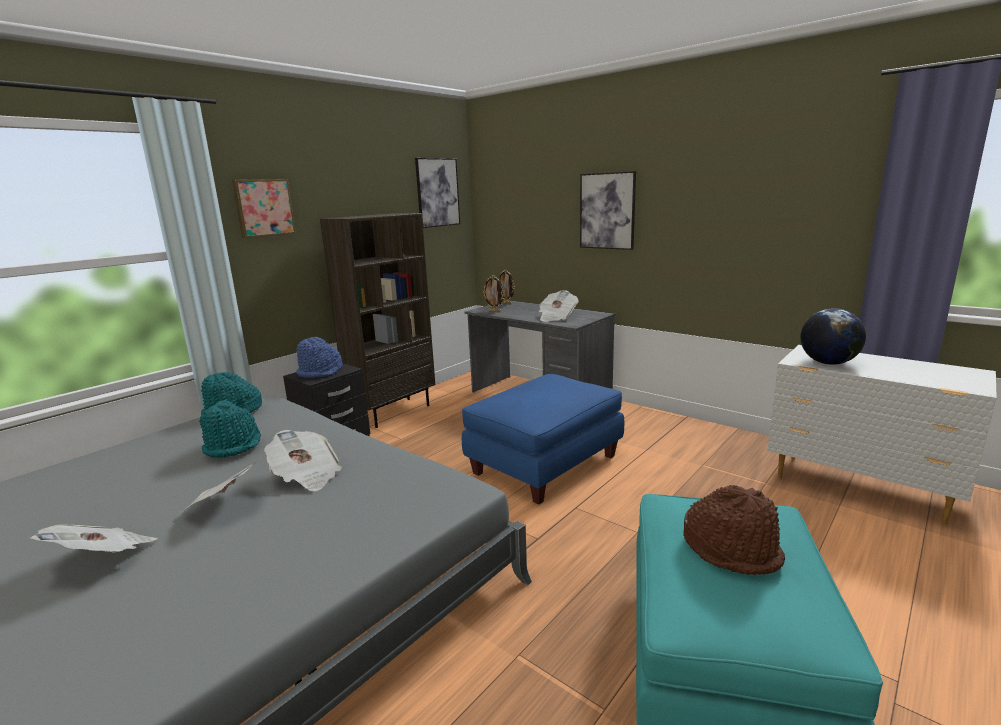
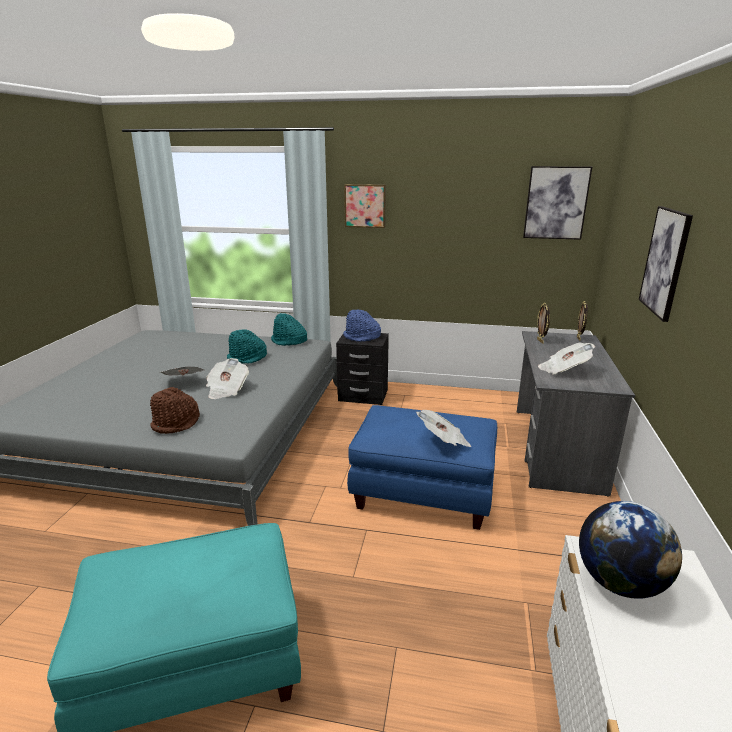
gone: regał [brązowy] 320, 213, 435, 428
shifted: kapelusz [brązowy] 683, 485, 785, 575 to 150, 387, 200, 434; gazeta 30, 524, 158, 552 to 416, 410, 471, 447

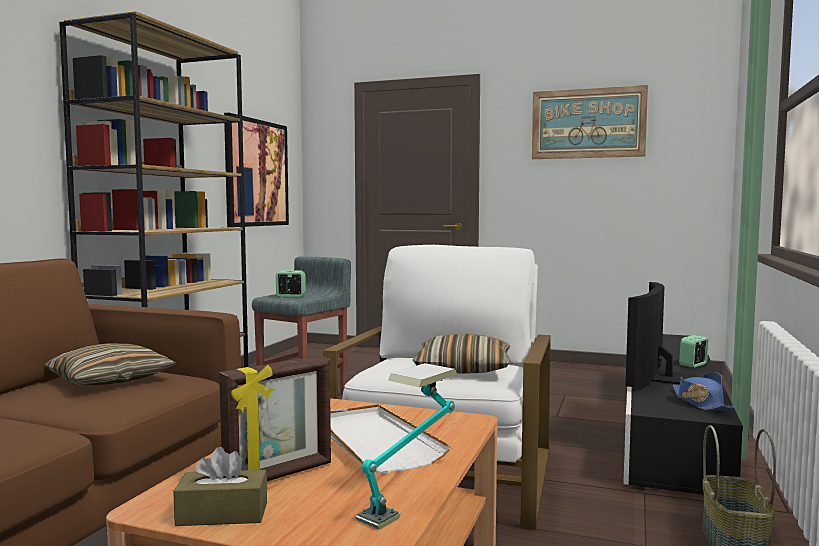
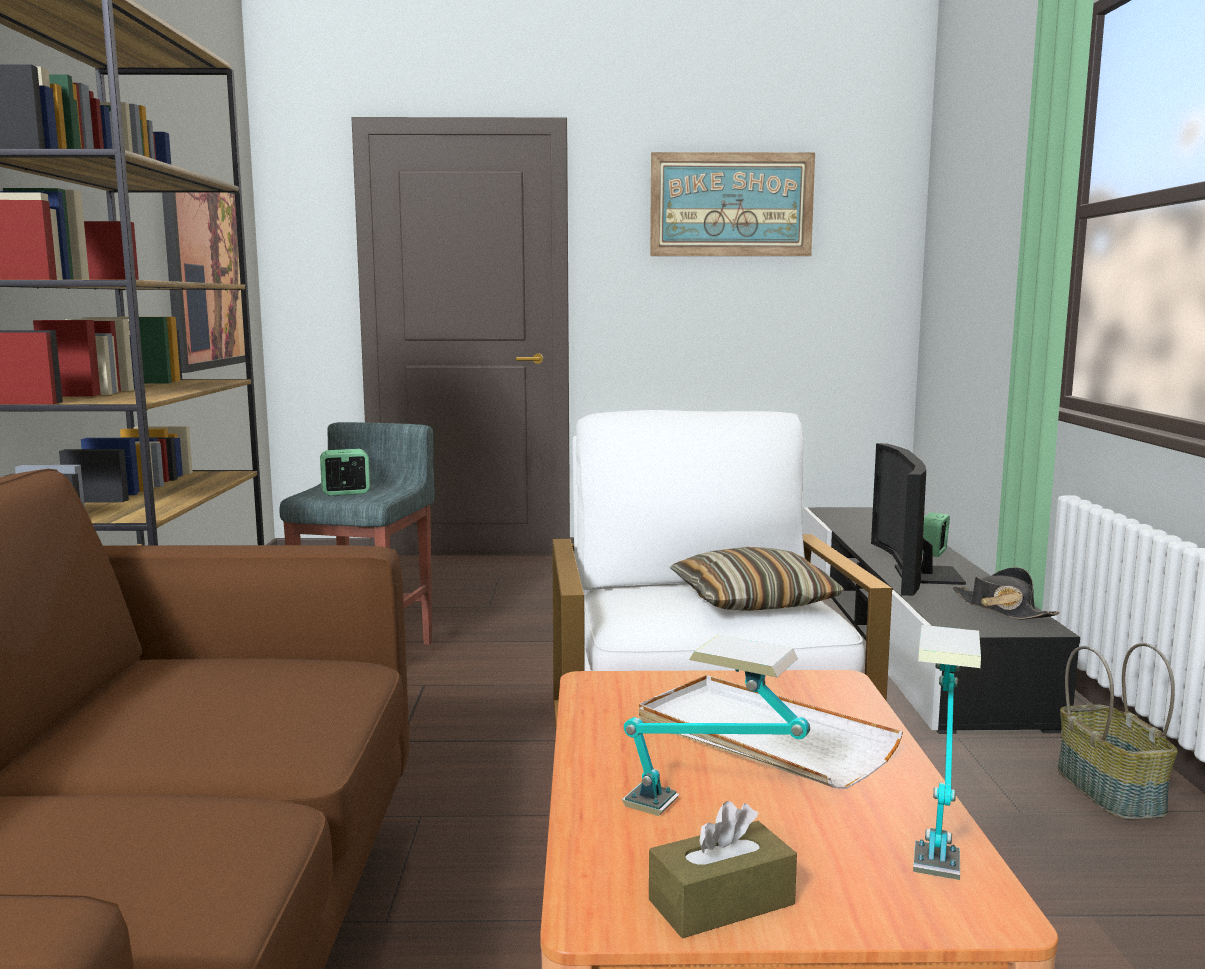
gone: poduszka 45, 343, 176, 386
swapped: ramka na zdjęcie 219, 356, 331, 481 to lampa stołowa 622, 635, 810, 816
repainted: kapelusz [niebieski] 672, 372, 735, 410 to kapelusz [czarny] 953, 567, 1060, 619

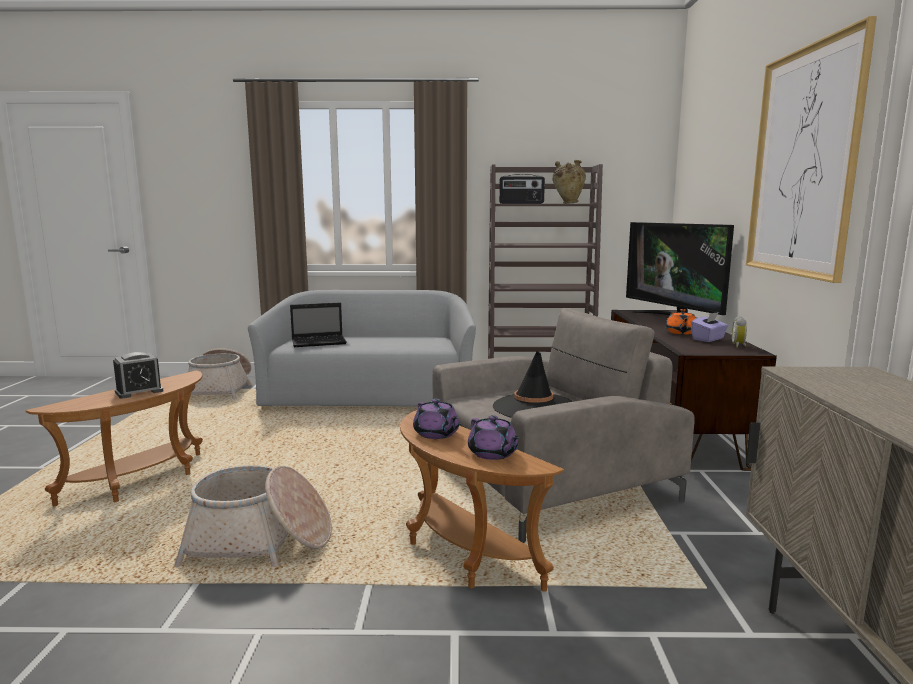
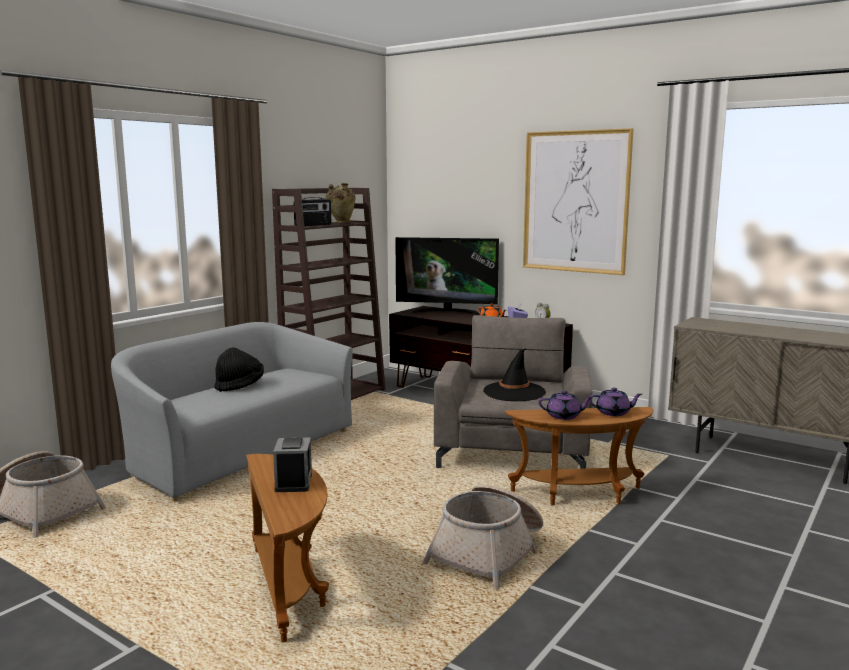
gone: laptop 290, 303, 347, 347
new: kapelusz [czarny] 214, 347, 264, 392

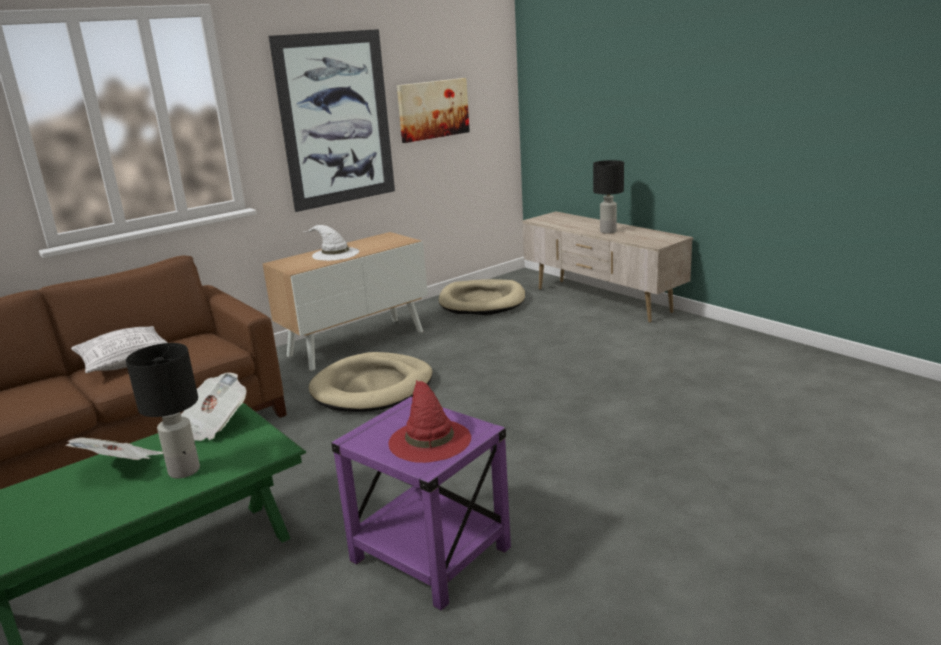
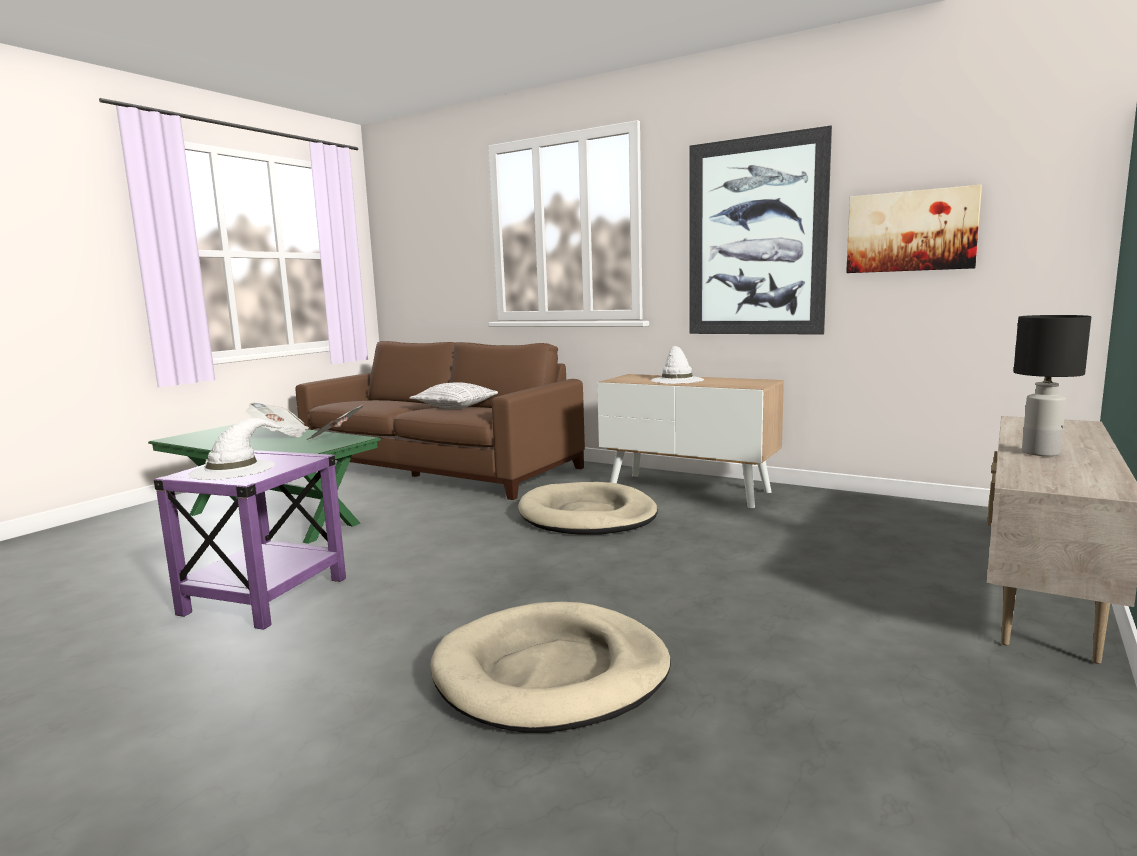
gone: lampa stołowa [czarny] 126, 343, 200, 479
shifted: legowisko [beżowy] 439, 279, 525, 315 to 430, 602, 671, 732
repainted: kapelusz [czerwony] 388, 380, 471, 463 to kapelusz [biały] 188, 418, 288, 480

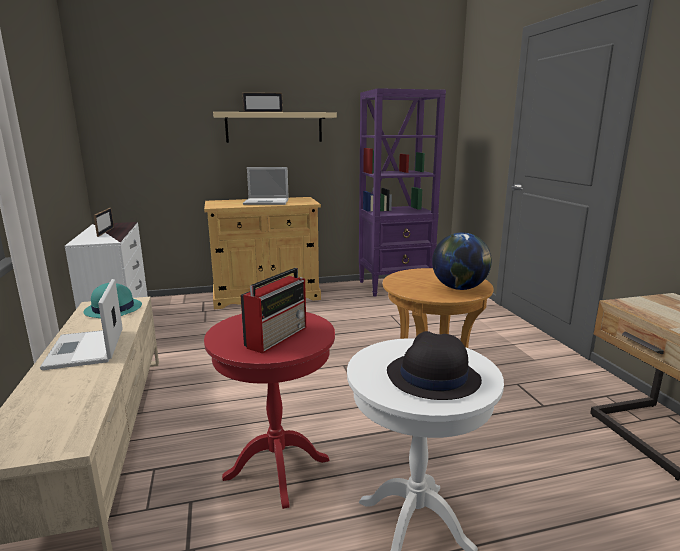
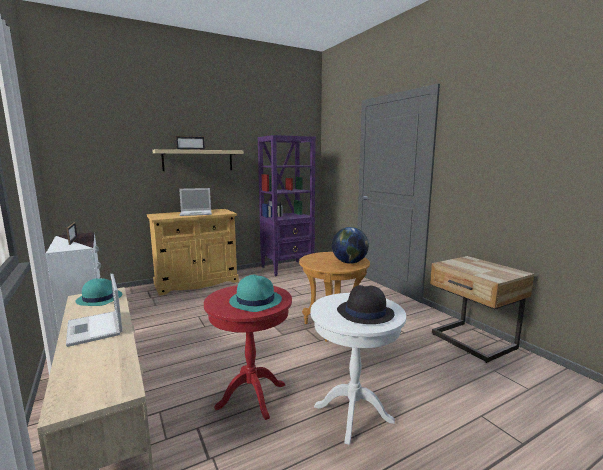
swapped: radio 241, 268, 306, 354 to kapelusz [turkusowy] 229, 275, 282, 312

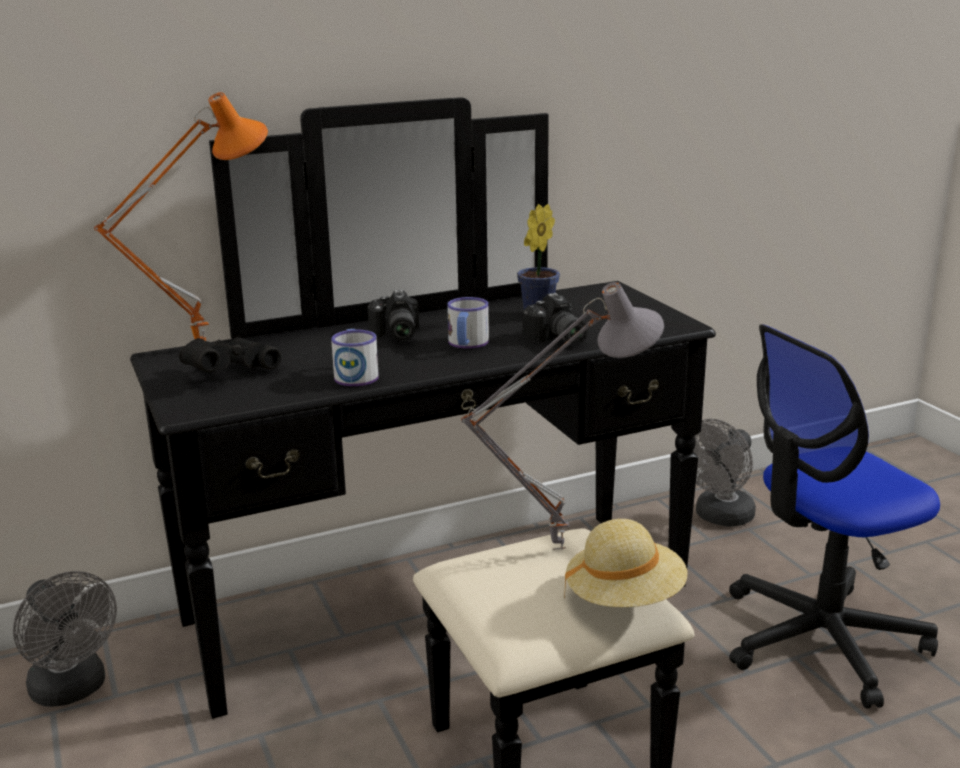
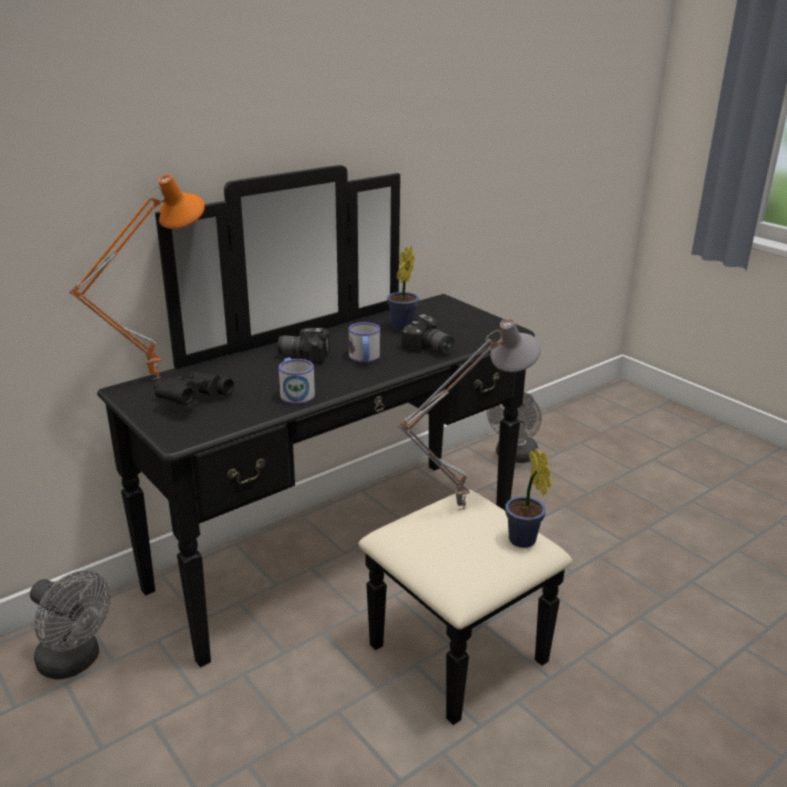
gone: krzesło biurowe 729, 324, 940, 709
swapped: kapelusz [beżowy] 564, 519, 687, 607 to roślina doniczkowa 505, 448, 551, 548
rotated: aparat fotograficzny 368, 290, 419, 341 = 278, 328, 330, 364 120 degrees clockwise

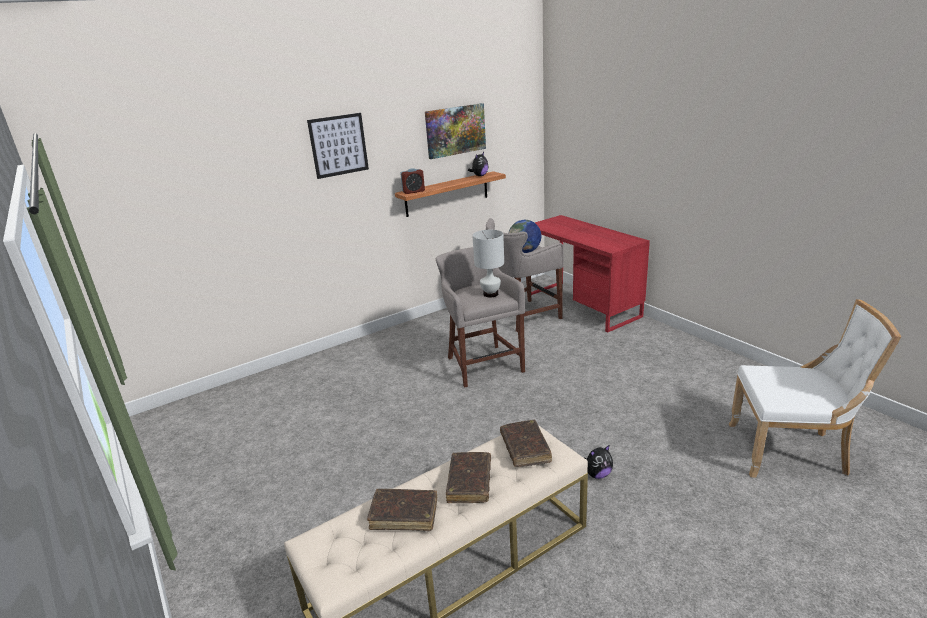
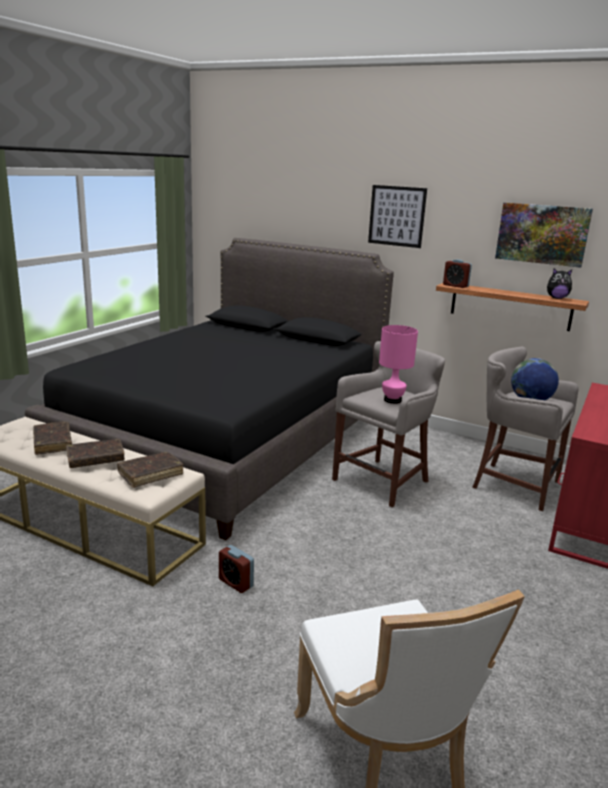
new: łóżko [czarny] 25, 238, 394, 540
swapped: pluszak 584, 445, 613, 479 to budzik 219, 545, 254, 593
repainted: lampa stołowa [biały] 472, 230, 504, 297 to lampa stołowa [różowy] 379, 325, 418, 404

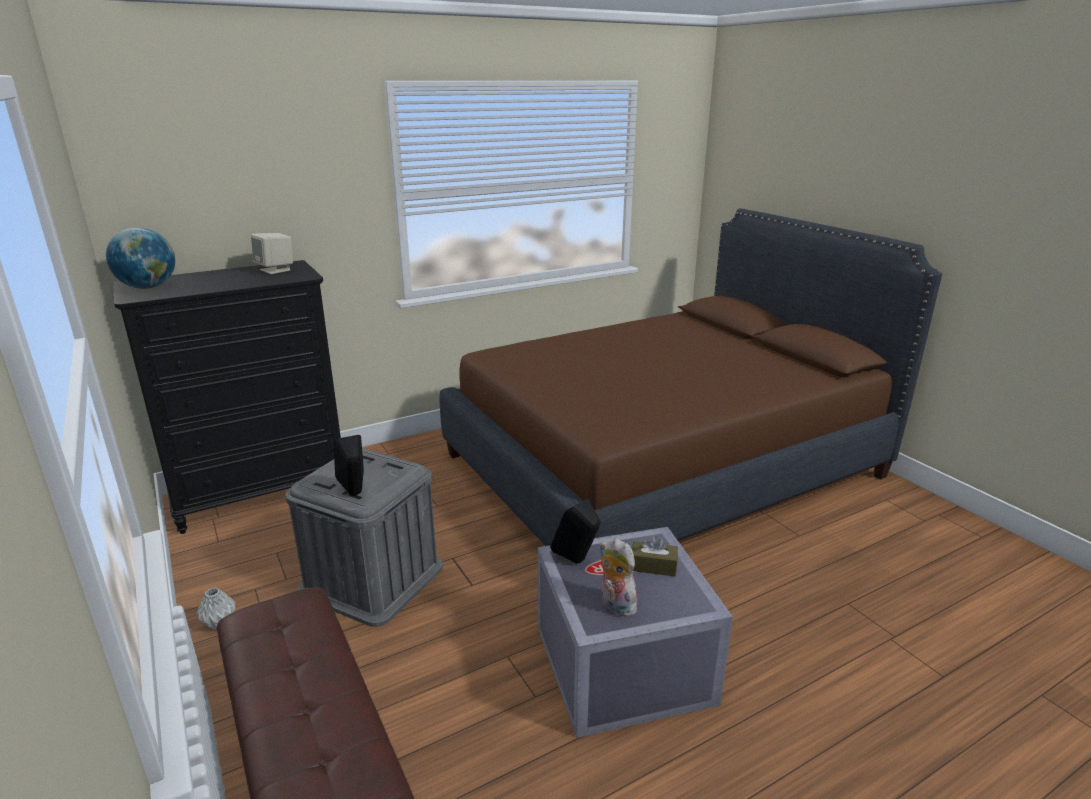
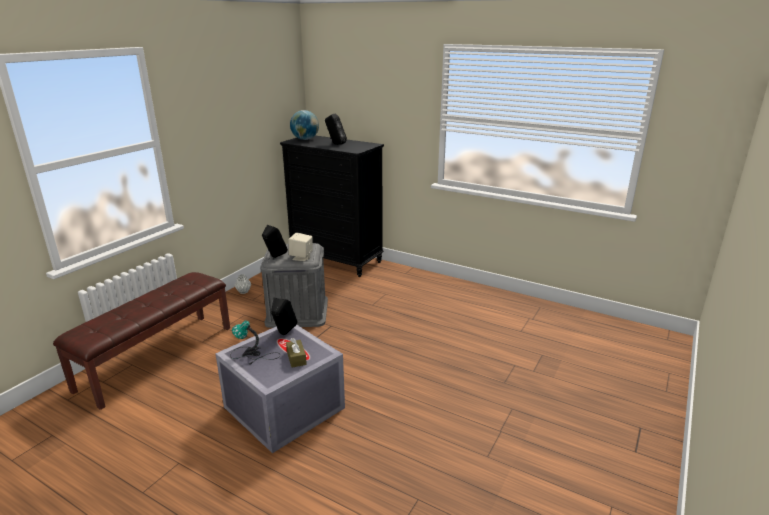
gone: łóżko [brązowy] 439, 208, 942, 546
new: głośnik [czarny] 325, 114, 347, 145
shifted: głośnik [beżowy] 251, 233, 293, 274 to 288, 232, 313, 261
swapped: pluszak 599, 538, 640, 617 to lampa stołowa 230, 320, 280, 366

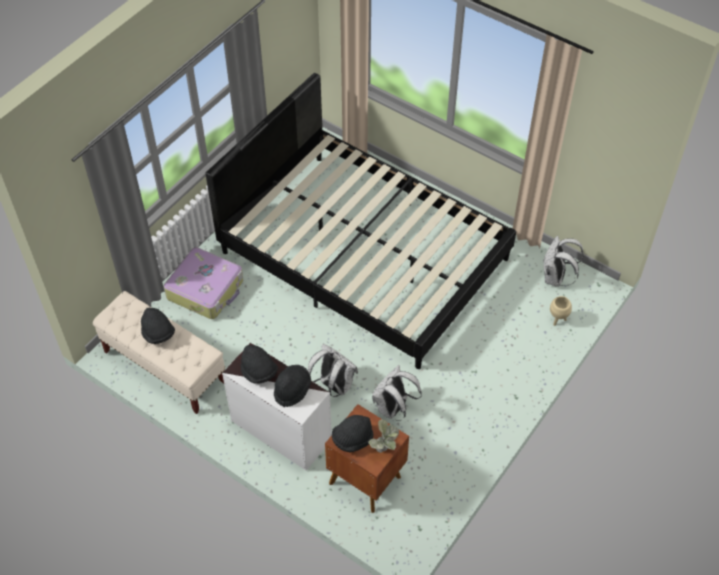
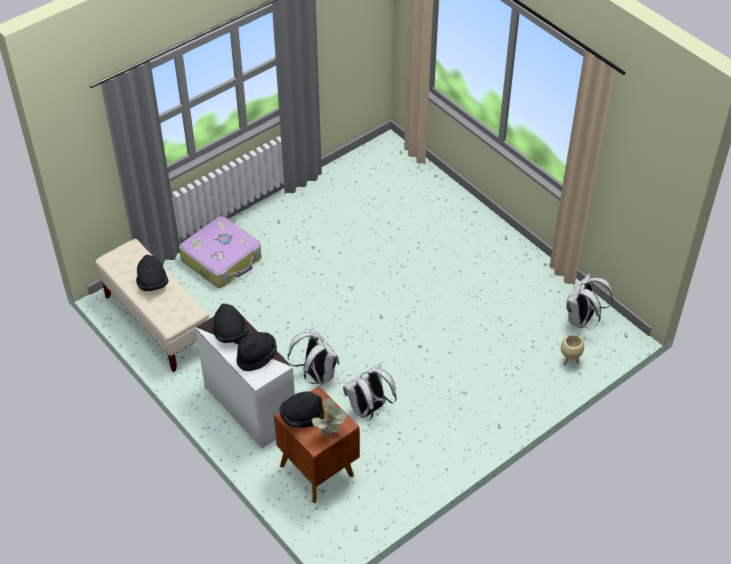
gone: łóżko [czarny] 205, 73, 516, 369

